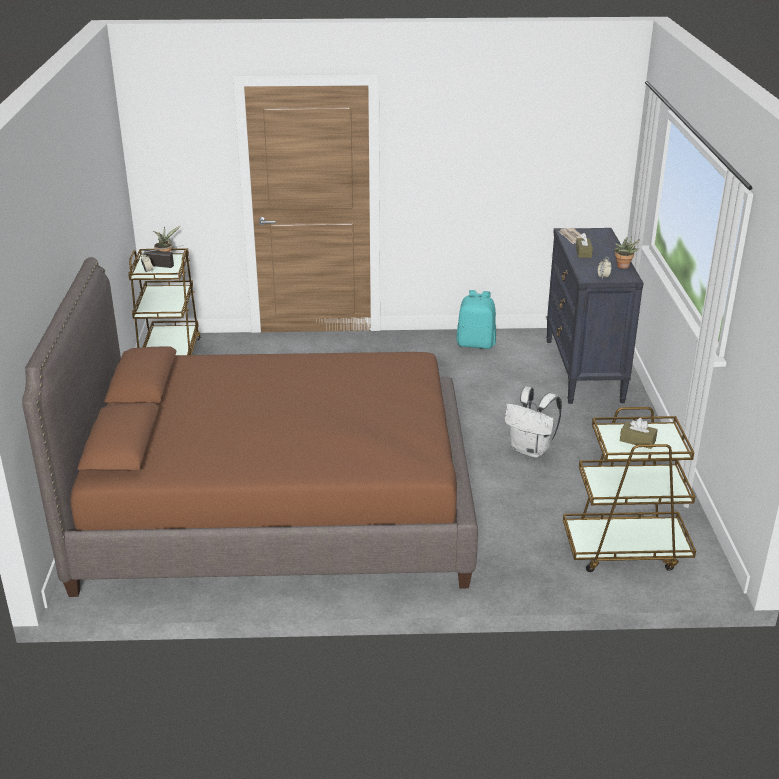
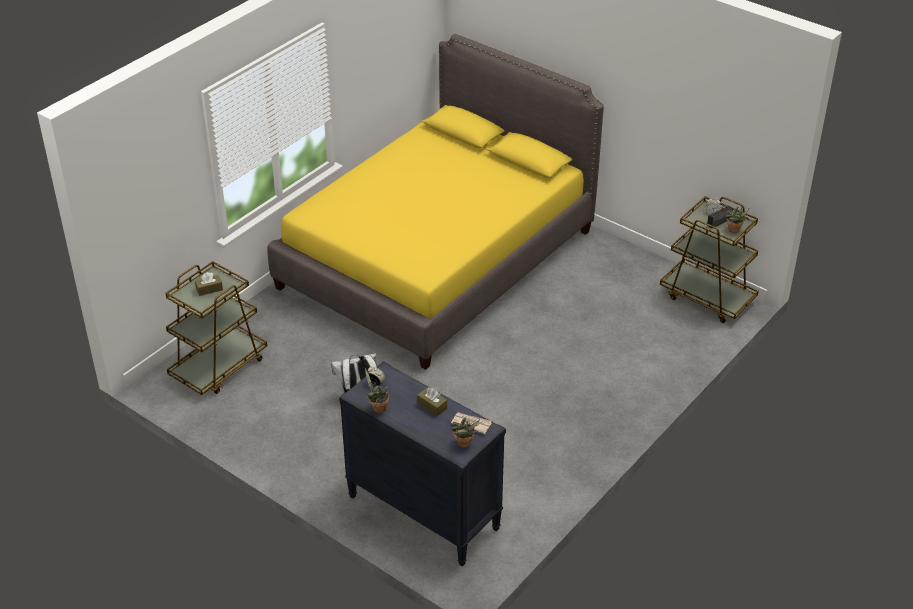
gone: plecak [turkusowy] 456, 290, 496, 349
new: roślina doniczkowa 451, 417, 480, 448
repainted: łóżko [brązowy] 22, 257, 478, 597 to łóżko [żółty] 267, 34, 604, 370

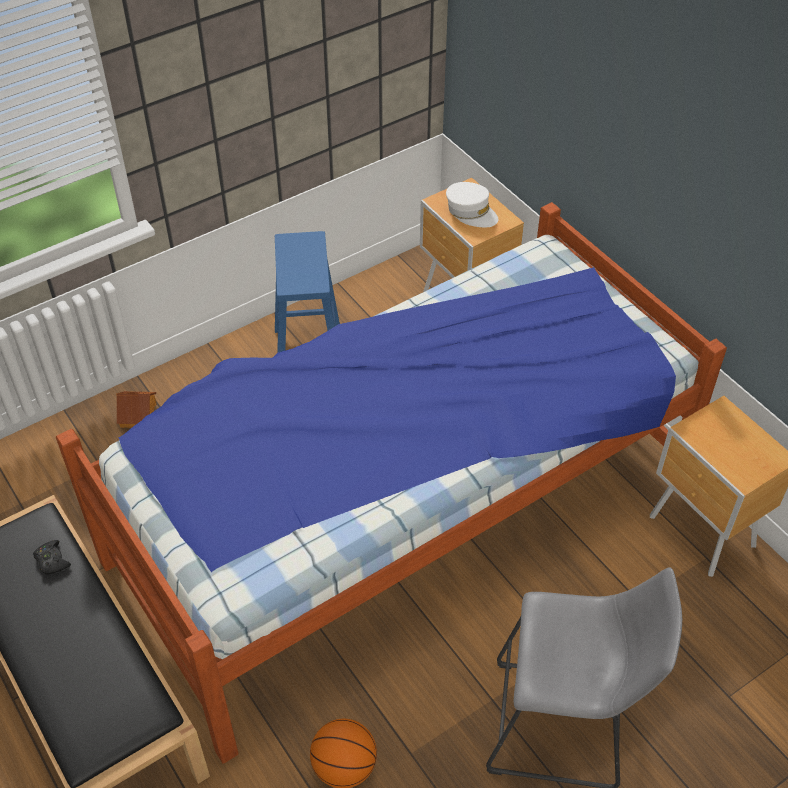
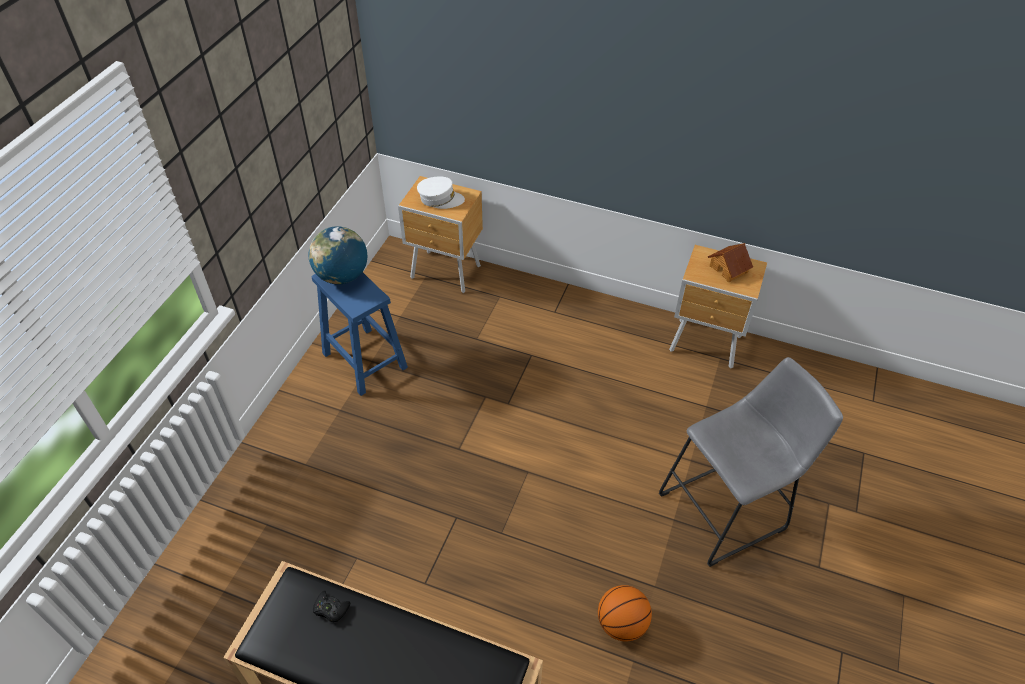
gone: łóżko 56, 202, 727, 764
new: globus 309, 226, 367, 285
shifted: domek 116, 391, 157, 428 to 708, 243, 753, 282

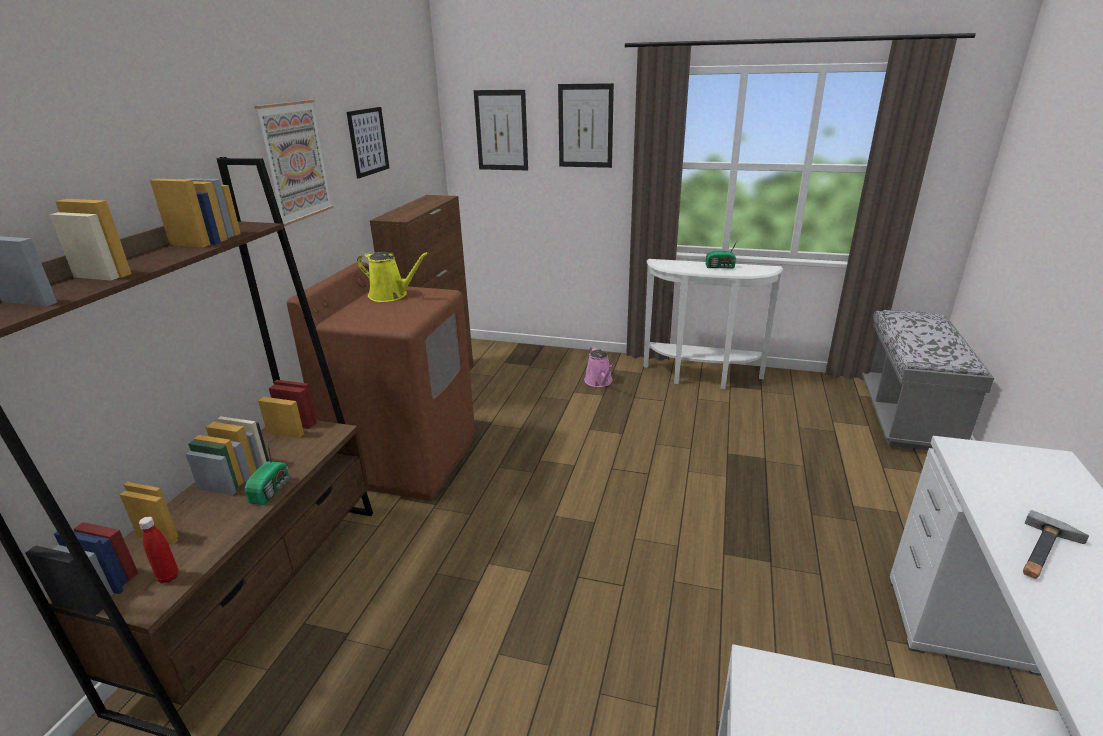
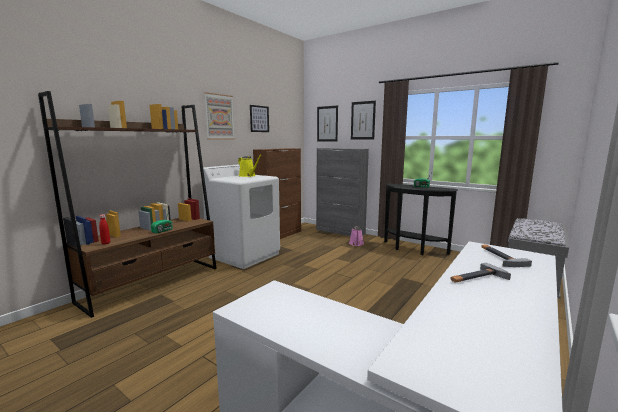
new: szafka [szary] 316, 148, 369, 236; młotek 482, 245, 532, 267
repainted: stolik konsolowy [biały] 644, 259, 783, 389 to stolik konsolowy [czarny] 384, 183, 458, 255; pralka [brązowy] 287, 262, 475, 501 to pralka [biały] 202, 164, 280, 269

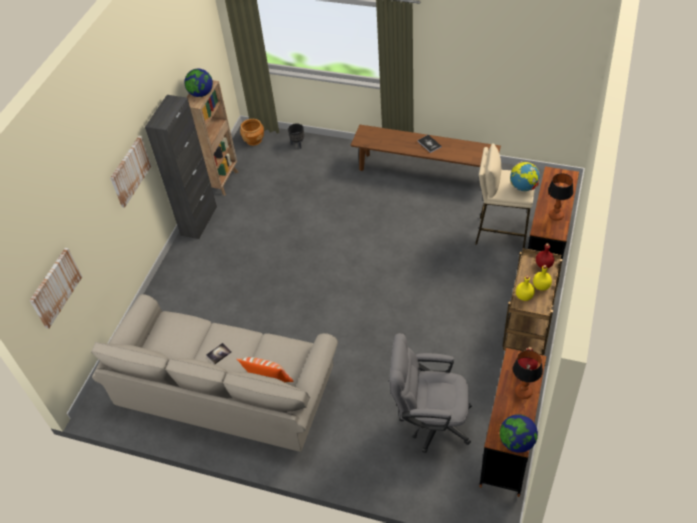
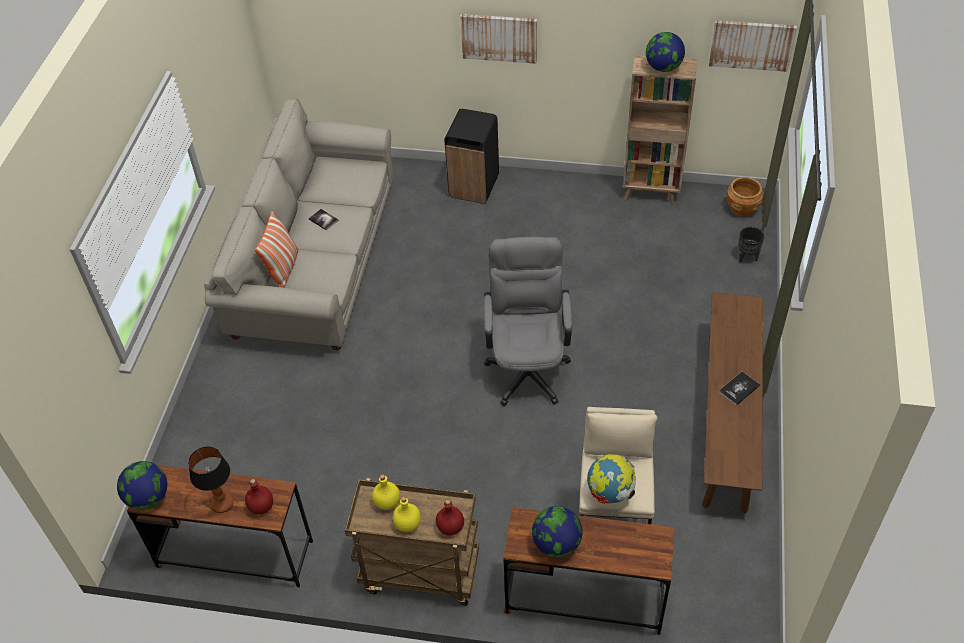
gone: szafka [czarny] 145, 95, 217, 239
new: kosz na śmieci [czarny] 445, 109, 499, 204
shifted: obraz 30, 248, 82, 329 to 709, 20, 797, 72; krzesło biurowe [szary] 390, 333, 472, 453 to 484, 237, 572, 407
swapped: lampa stołowa 548, 173, 573, 221 to globus 532, 506, 582, 557

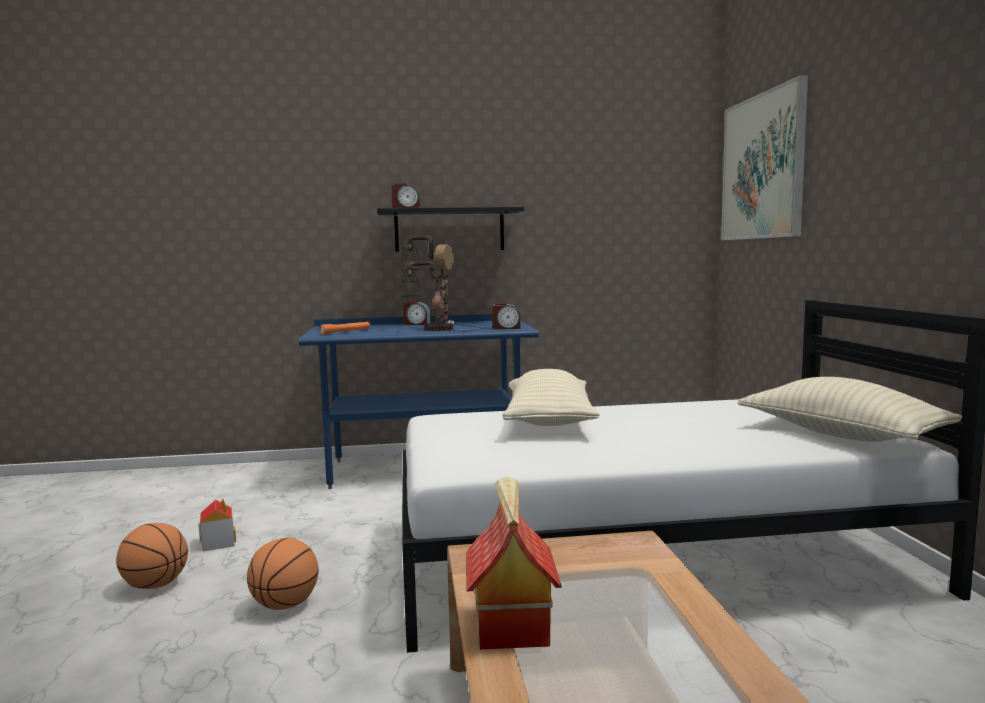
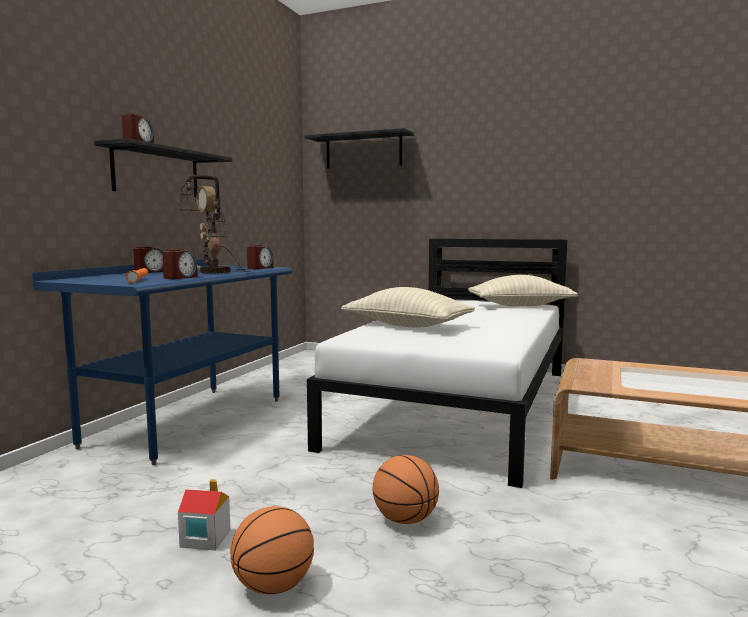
gone: domek 466, 477, 562, 649
new: budzik 162, 249, 198, 279
swapped: obraz 721, 75, 808, 240 to półka [czarny] 304, 128, 413, 169

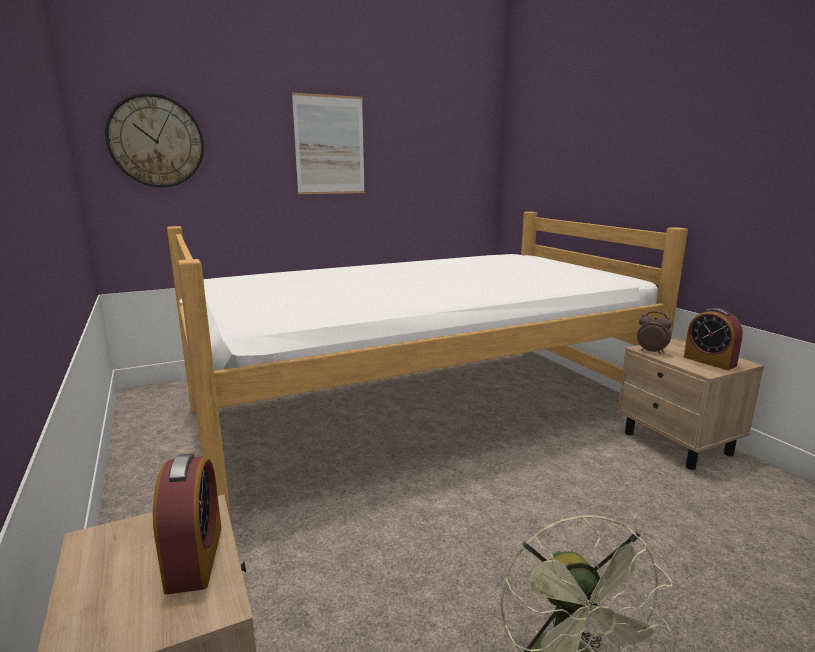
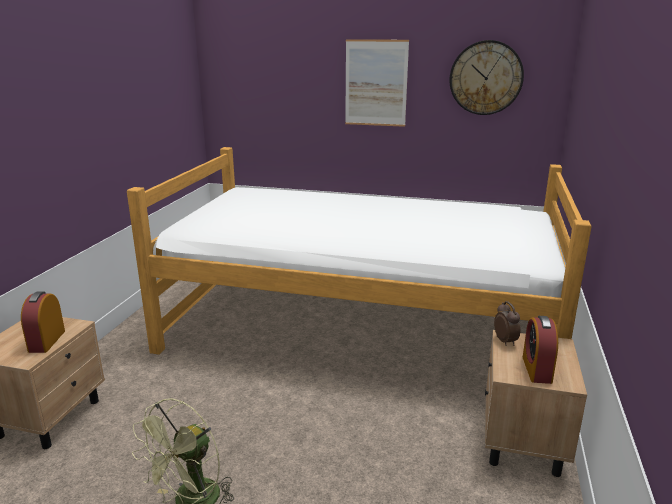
shifted: zegar ścienny 105, 93, 204, 187 to 449, 40, 524, 115
rotated: budzik 153, 453, 222, 594 = 21, 292, 65, 353 150 degrees clockwise

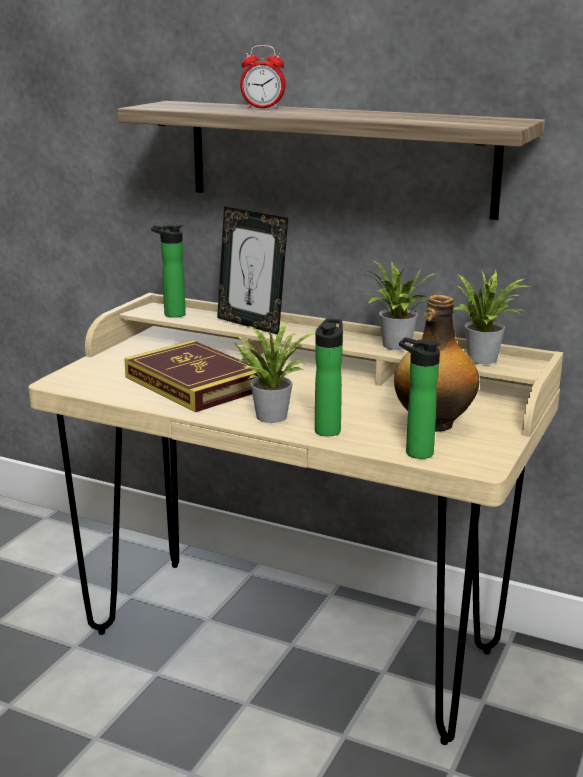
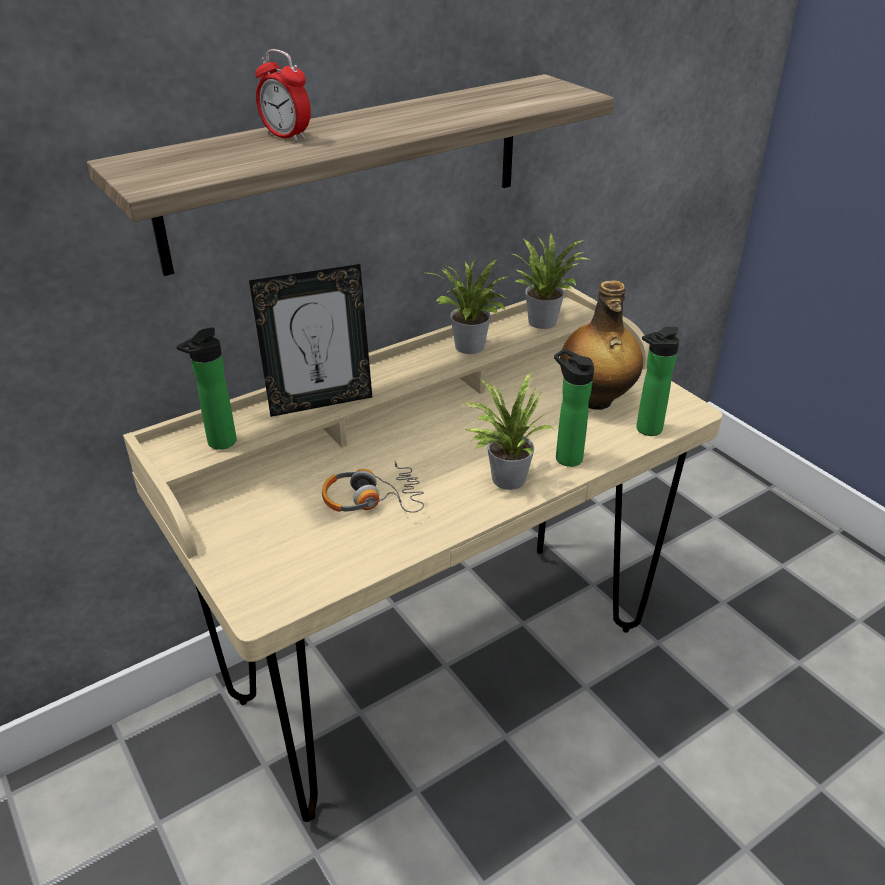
swapped: książka 124, 340, 258, 412 to słuchawki 322, 461, 424, 513
rotated: budzik 240, 45, 286, 109 = 255, 49, 311, 142 90 degrees clockwise

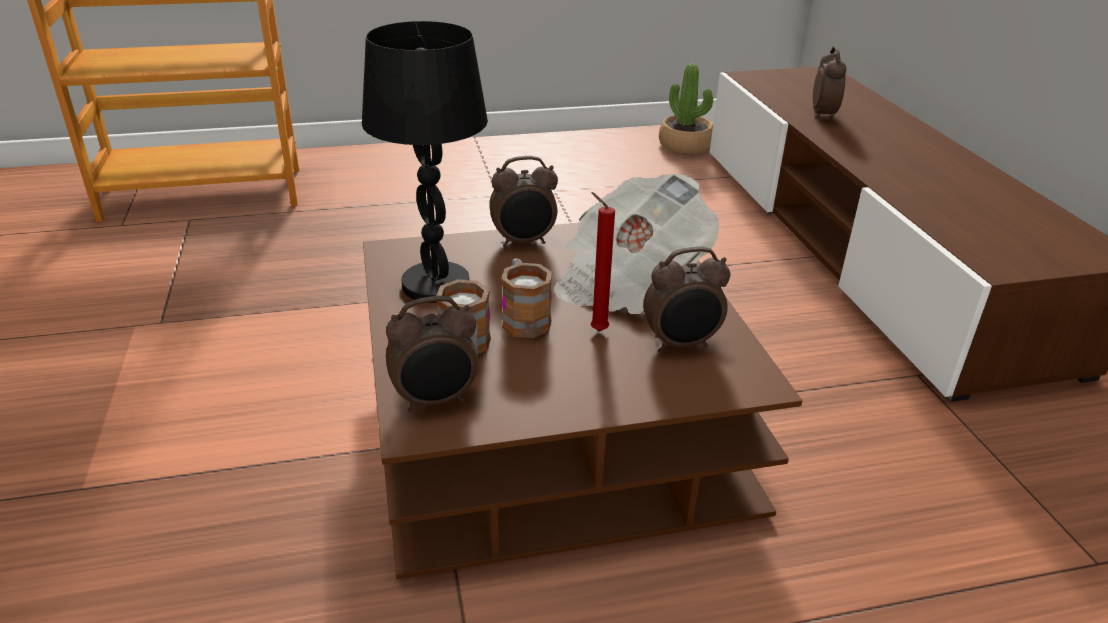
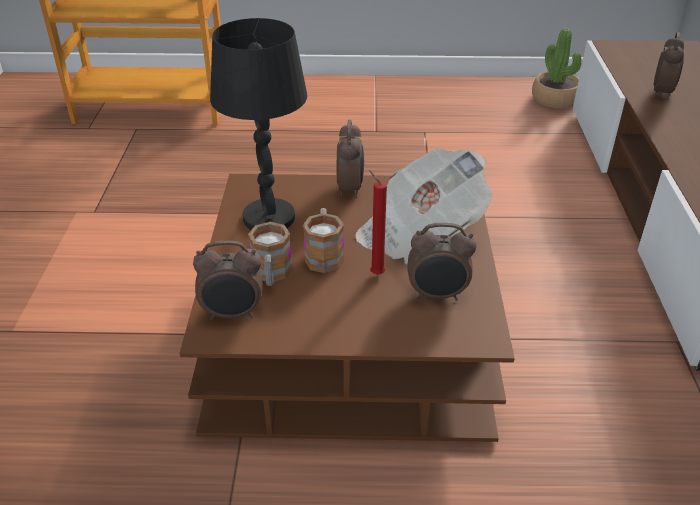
rotated: budzik 489, 156, 558, 247 = 337, 120, 364, 198 90 degrees counterclockwise

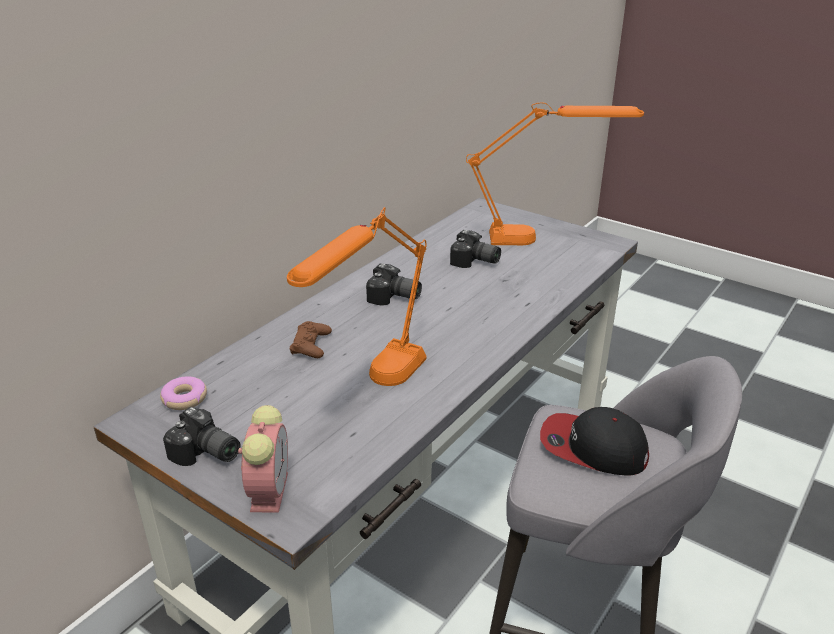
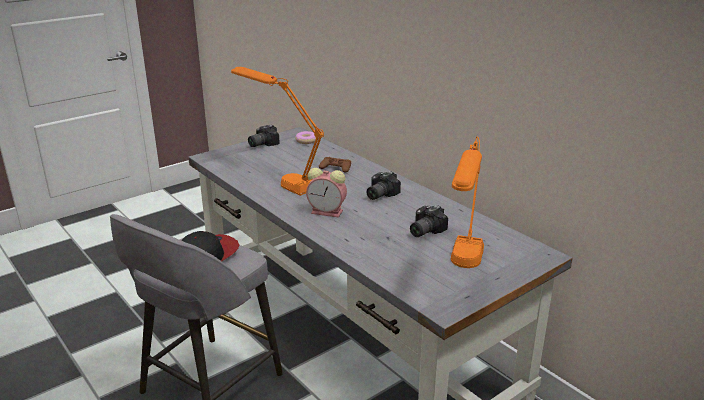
shifted: budzik 238, 405, 288, 513 to 306, 168, 347, 218

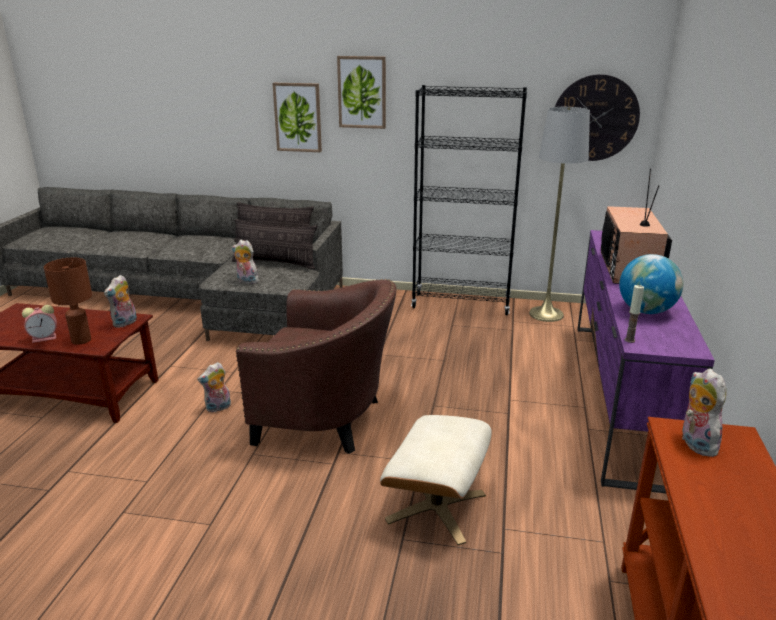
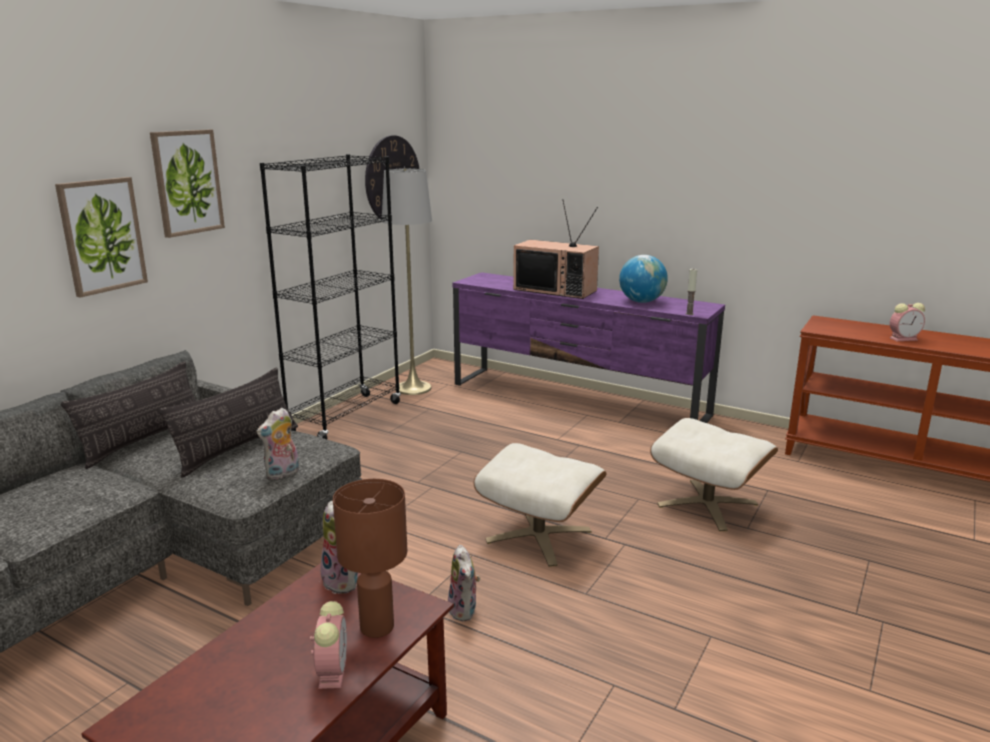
gone: pluszak 682, 368, 726, 457
new: budzik 890, 303, 925, 341
swapped: fotel [brązowy] 236, 279, 396, 454 to pufa [beżowy] 474, 443, 607, 567

